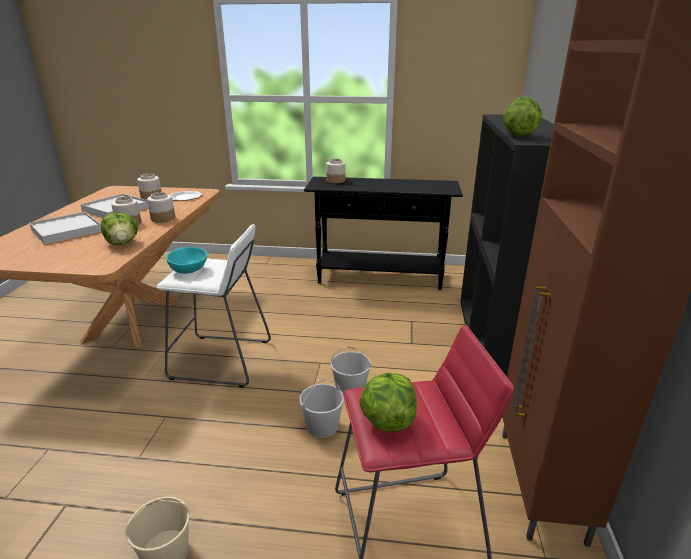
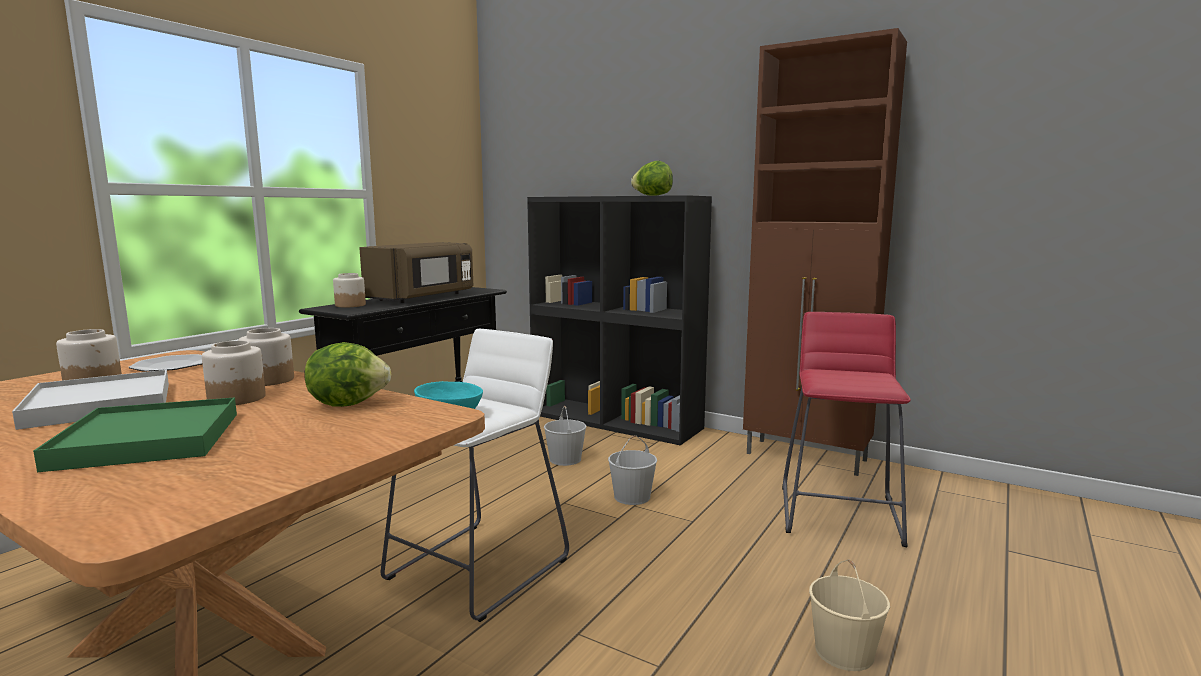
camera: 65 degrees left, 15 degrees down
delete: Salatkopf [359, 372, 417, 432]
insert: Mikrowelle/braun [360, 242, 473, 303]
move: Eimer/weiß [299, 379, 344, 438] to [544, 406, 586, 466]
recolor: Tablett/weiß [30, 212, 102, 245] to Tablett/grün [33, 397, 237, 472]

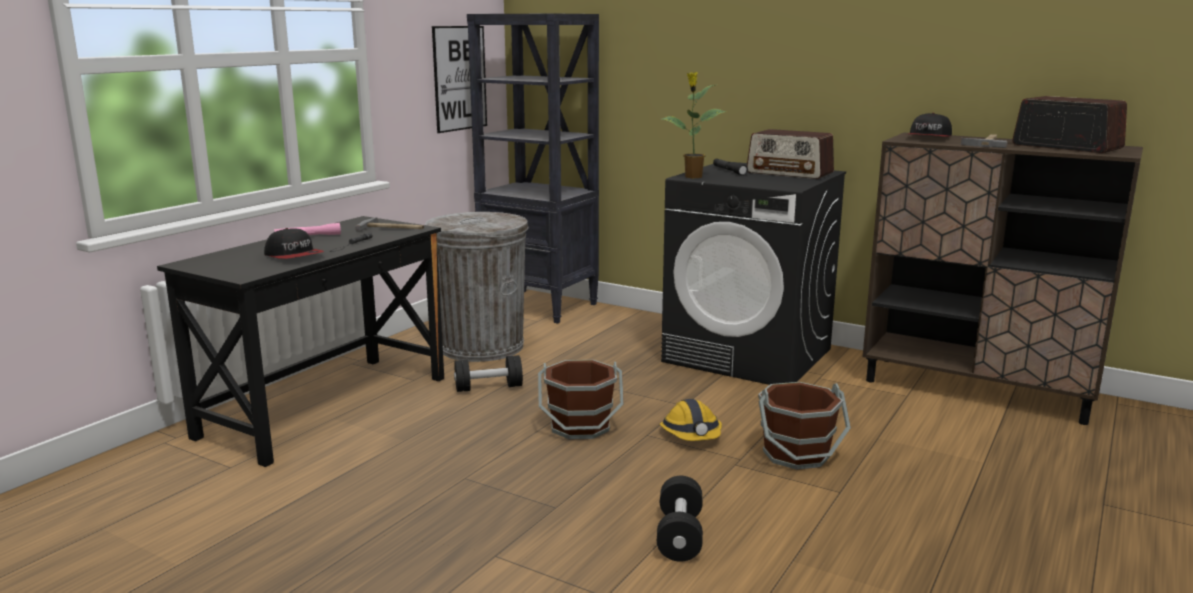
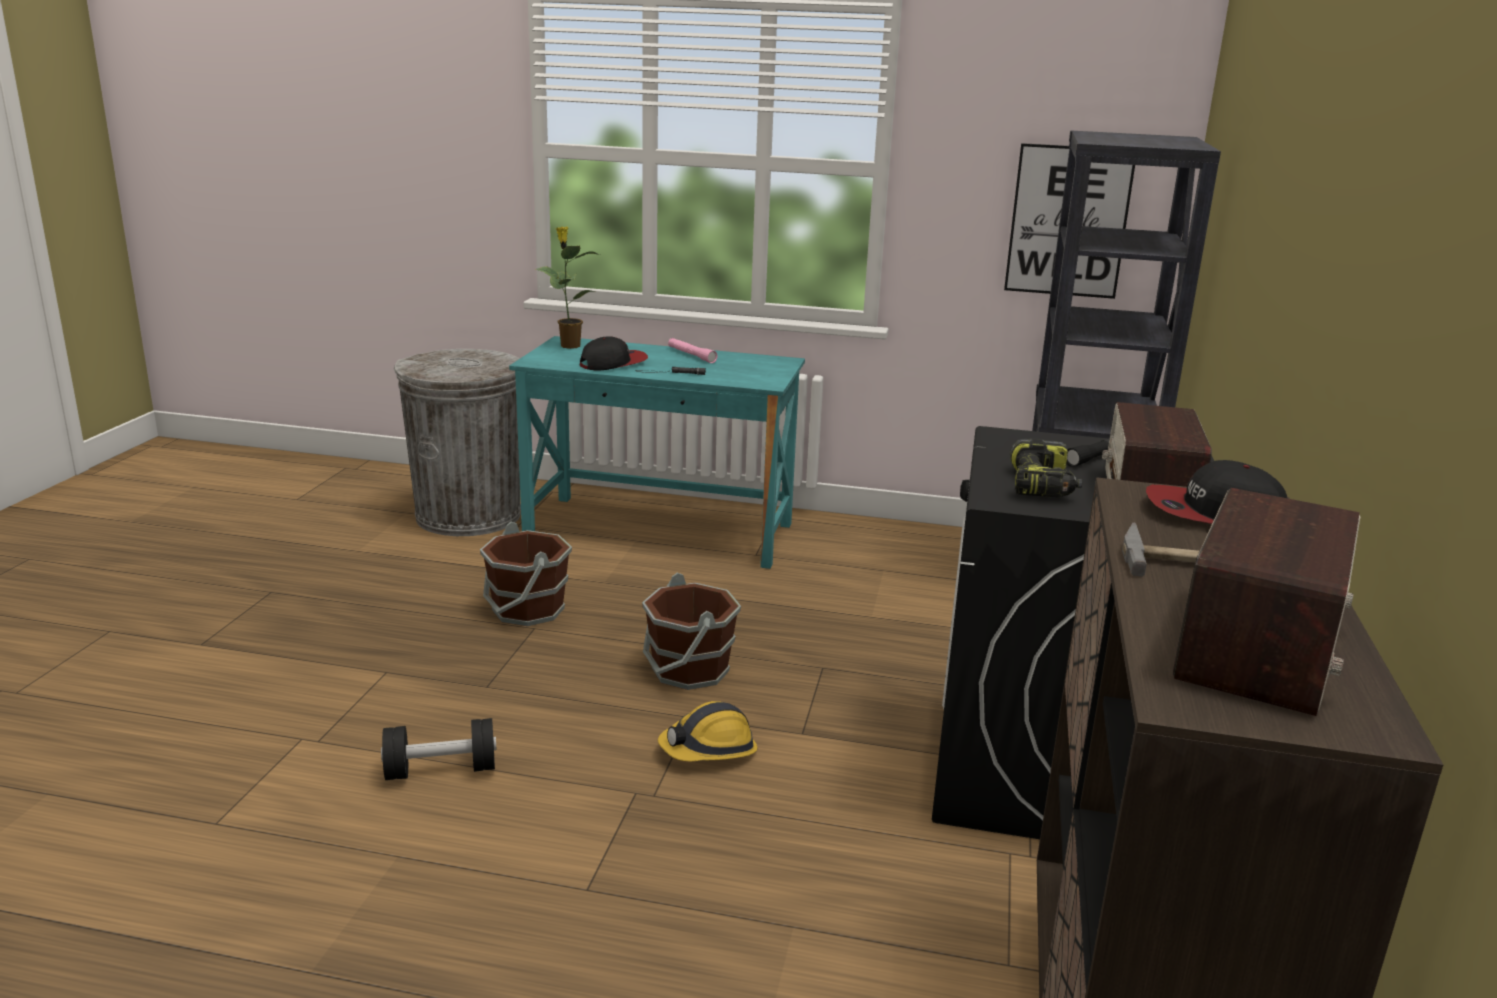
camera: 70 degrees right, 5 degrees up
delete: Hammer [355, 217, 424, 232]; Hantel/schwarz [454, 355, 523, 392]
insert: Bohrmaschine [1010, 438, 1082, 498]
move: Mülleimer/grau [425, 212, 529, 362] to [394, 349, 521, 536]; Topfpflanze [662, 72, 726, 178] to [536, 227, 600, 349]; Eimer/braun [758, 382, 851, 470] to [480, 522, 572, 626]
recolor: Schreibtisch/schwarz [157, 216, 444, 467] to Schreibtisch/türkis [509, 336, 805, 569]
rotate: Kappe [264, 228, 324, 259] = [580, 336, 648, 370] 150 degrees counterclockwise

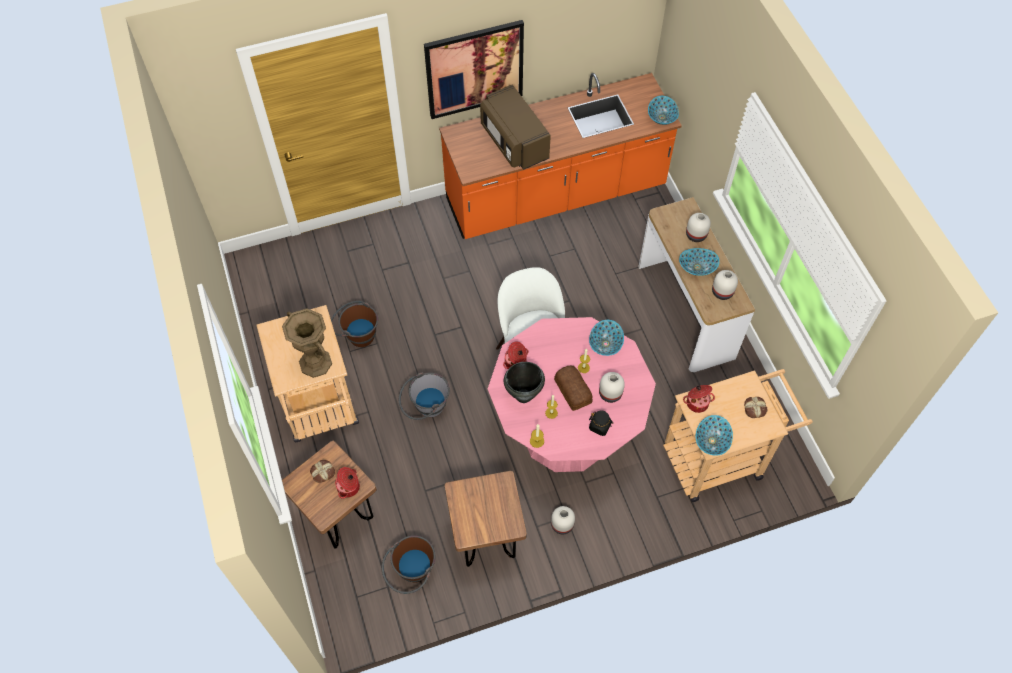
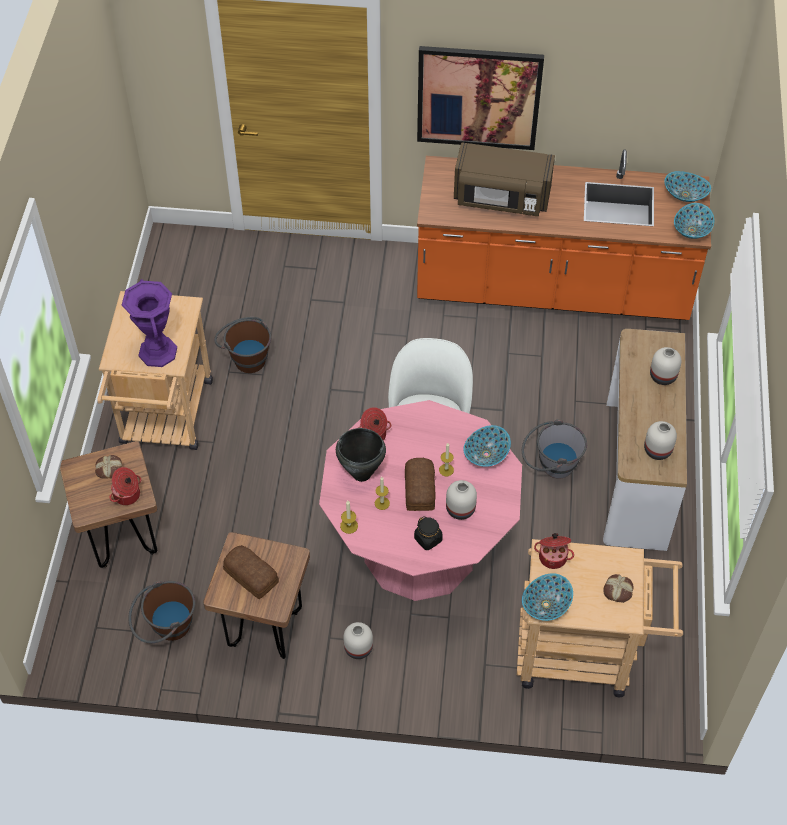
camera: 25 degrees right, 5 degrees down
insert: Brot [223, 545, 279, 599]
move: Eimer/grau [399, 373, 450, 420] to [522, 419, 587, 479]; Schüssel [679, 248, 720, 276] to [664, 171, 711, 202]
recolor: Vase/braun [282, 308, 332, 378] to Vase/lila [122, 279, 177, 367]
rotate: Mikrowelle/braun [480, 84, 551, 170] = [454, 142, 555, 216] 75 degrees counterclockwise

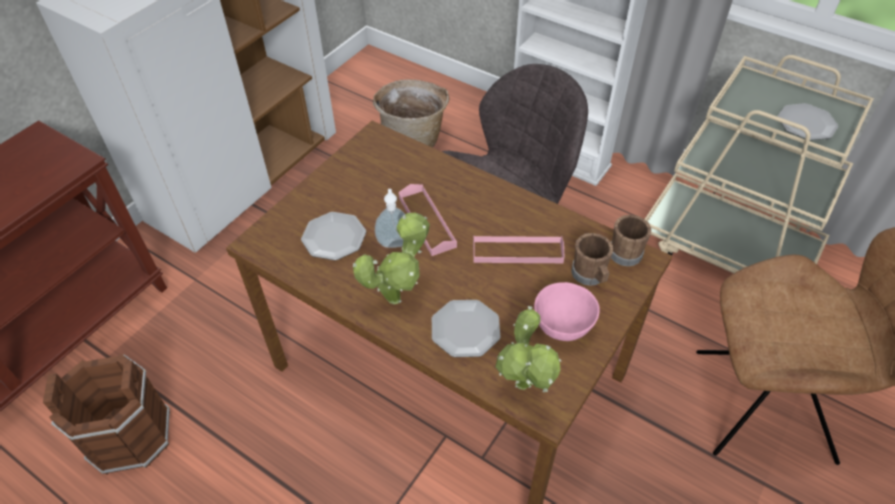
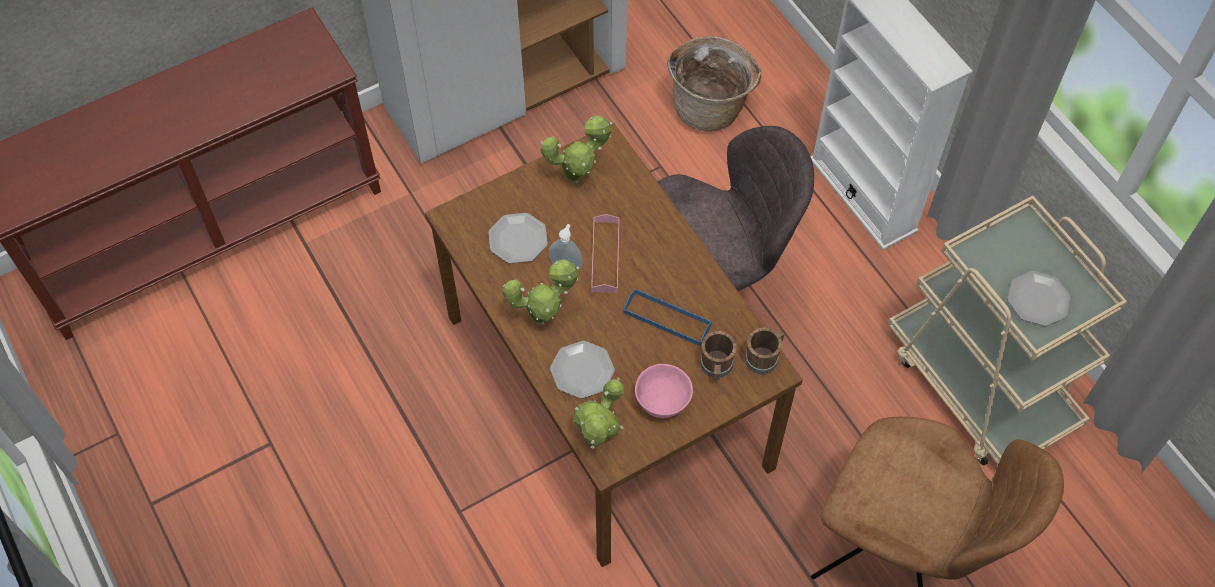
camera: 25 degrees right, 10 degrees up
delete: Eimer/braun [43, 354, 170, 475]
insert: Topfpflanze [541, 115, 613, 183]
recolor: Tablett/rosa [473, 236, 564, 263] to Tablett/blau [624, 288, 712, 346]

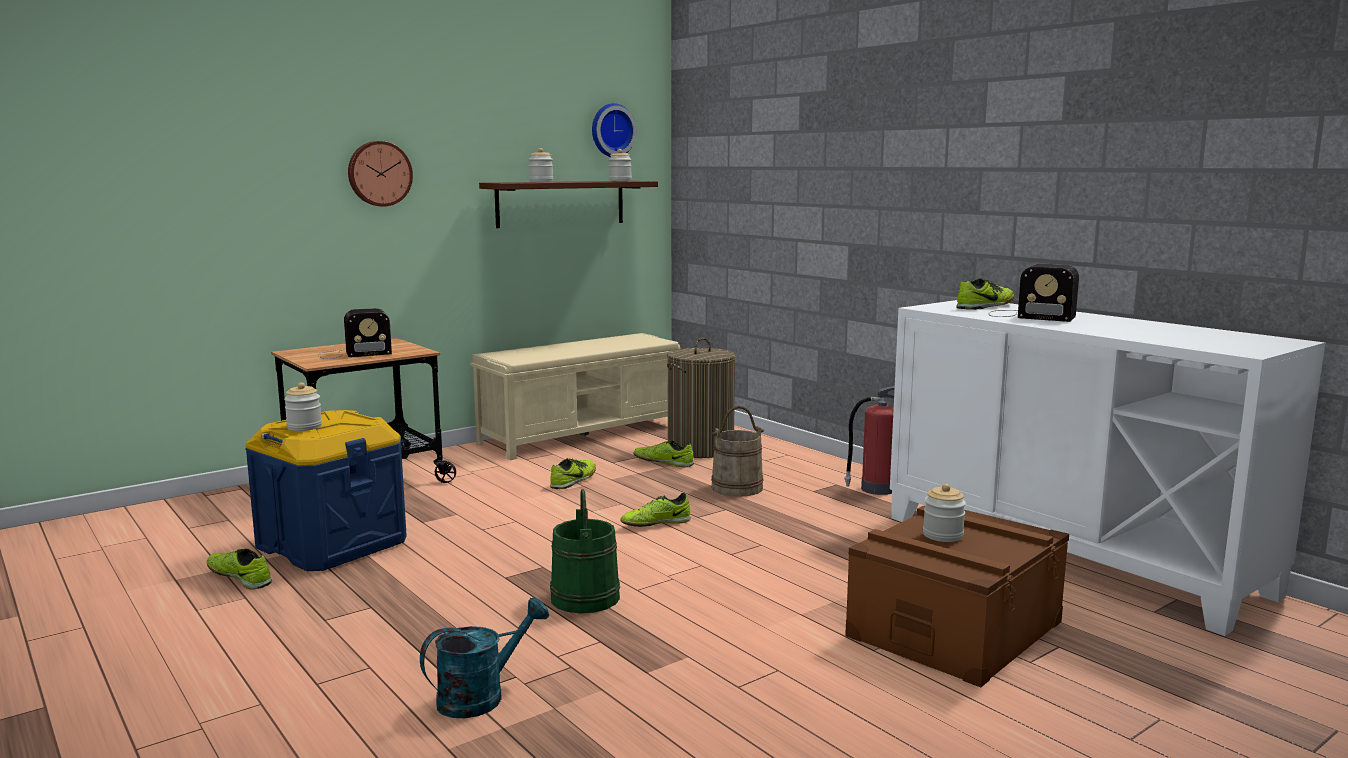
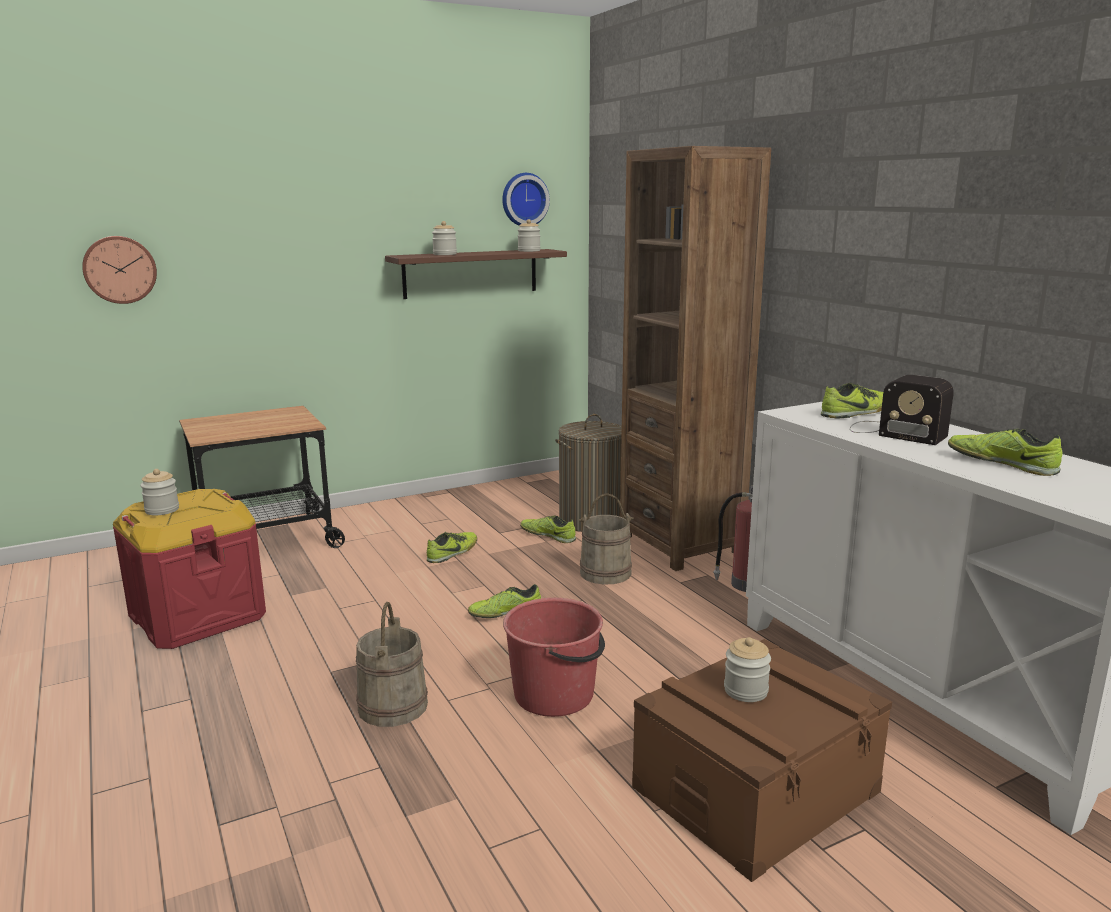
camera: 10 degrees right, 5 degrees up
delete: Radio [318, 308, 392, 359]; Gießkanne/türkis [420, 597, 549, 718]; Bank/beige [470, 333, 680, 460]
insert: Eimer/rot [503, 598, 605, 717]; Bücherregal/braun [620, 146, 771, 571]
move: Schuh [207, 549, 272, 589] to [948, 429, 1063, 476]; Wanduhr [348, 141, 413, 207] to [82, 236, 157, 304]
recolor: Aufbewahrungsbox/blau [245, 410, 407, 571] to Aufbewahrungsbox/rot [113, 489, 266, 649]; Eimer/grün [550, 489, 620, 613] to Eimer/beige [356, 602, 428, 727]

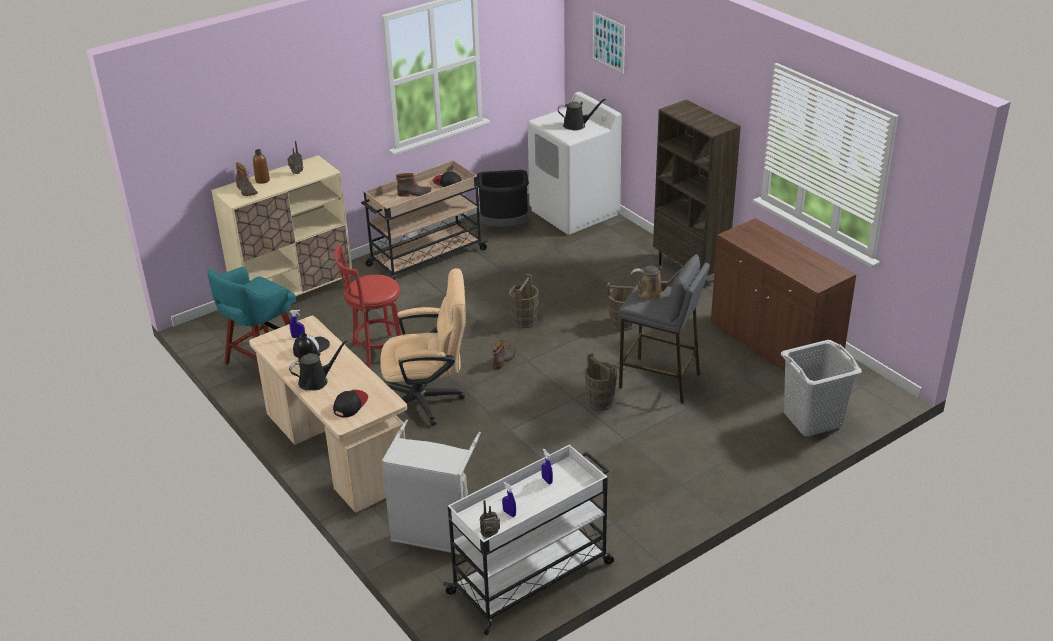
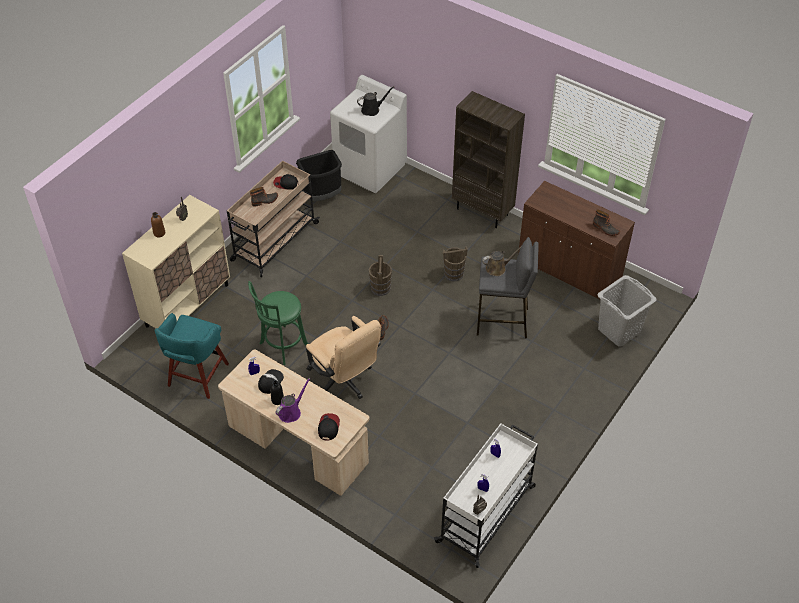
camera: 20 degrees left, 15 degrees up
delete: Wäschekorb/grau [381, 420, 481, 555]; Eimer/braun [585, 353, 617, 411]; Bild [592, 12, 625, 74]
move: Stiefel [236, 162, 258, 196] to [593, 209, 620, 236]
recolor: Gießkanne/schwarz [289, 340, 348, 391] to Gießkanne/lila [275, 378, 310, 423]; Hocker/rot [334, 244, 402, 368] to Hocker/grün [248, 281, 308, 365]
rotate: Bürostuhl/beige [380, 268, 466, 426] = [306, 316, 381, 399] 75 degrees clockwise

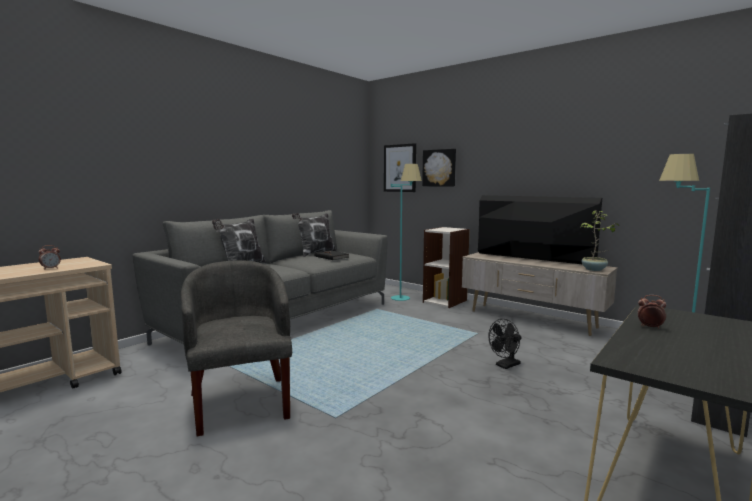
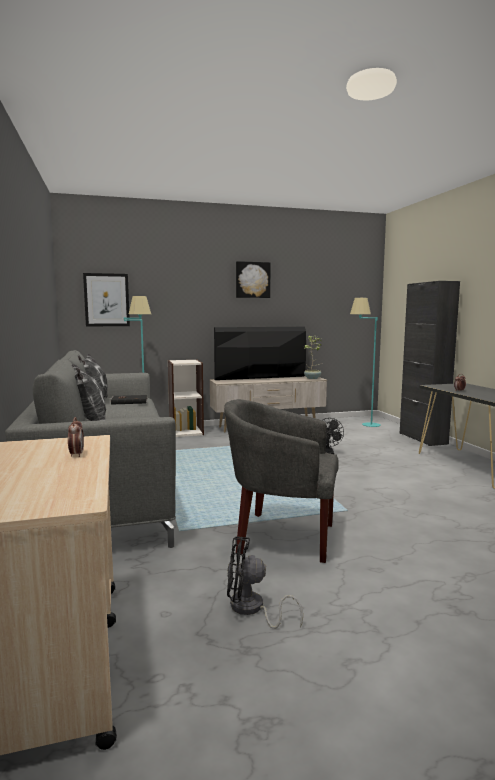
camera: 55 degrees left, 0 degrees up
insert: Ventilator/schwarz [227, 536, 303, 629]
move: Bild [422, 149, 456, 187] to [236, 261, 271, 298]

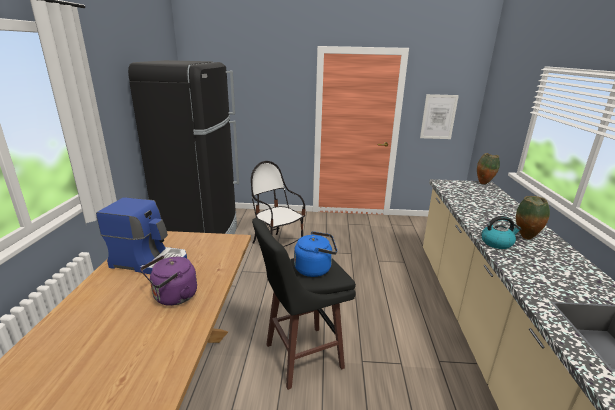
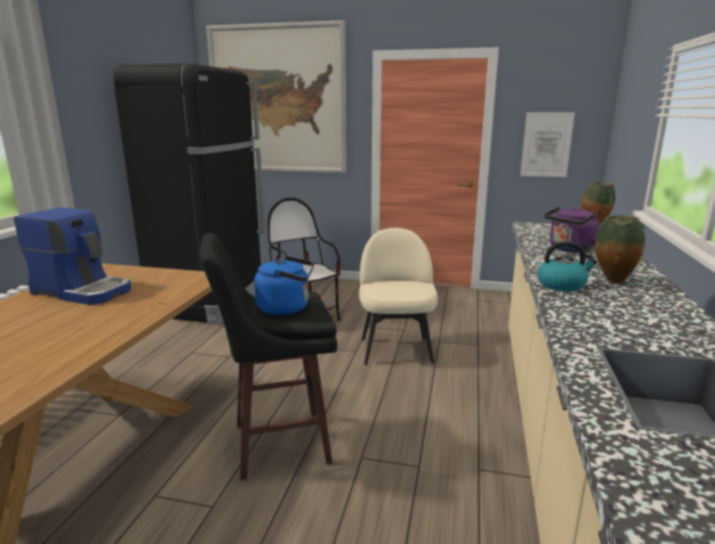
camera: 10 degrees right, 5 degrees down
insert: Bild [206, 20, 347, 173]; Stuhl/beige [359, 228, 438, 365]
move: Wasserkessel/lila [140, 255, 197, 306] to [544, 206, 600, 253]

